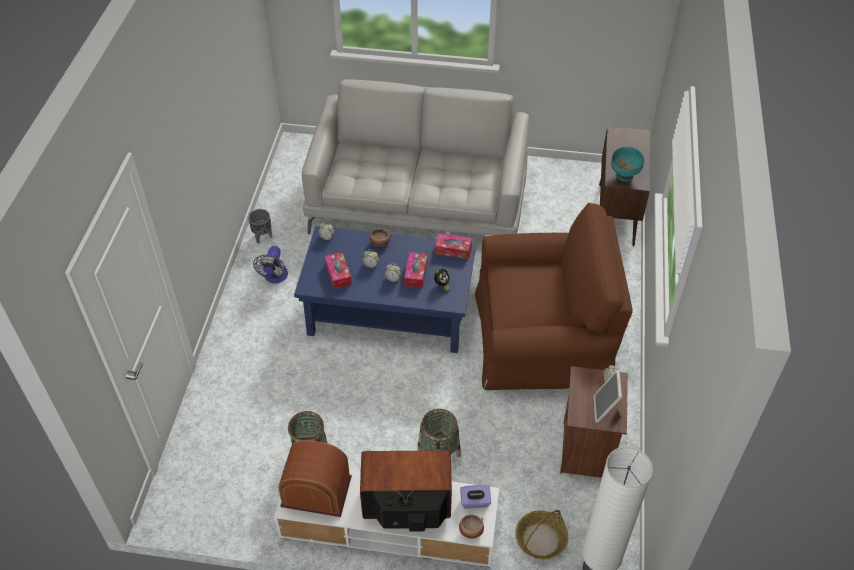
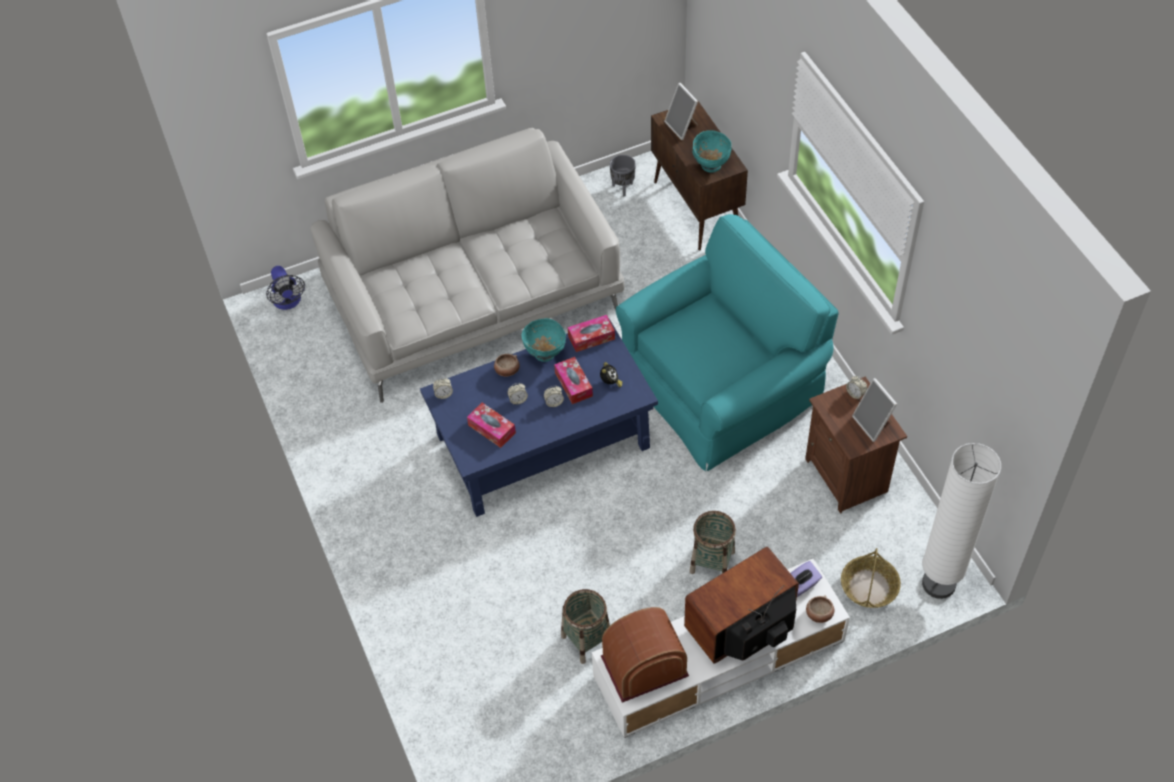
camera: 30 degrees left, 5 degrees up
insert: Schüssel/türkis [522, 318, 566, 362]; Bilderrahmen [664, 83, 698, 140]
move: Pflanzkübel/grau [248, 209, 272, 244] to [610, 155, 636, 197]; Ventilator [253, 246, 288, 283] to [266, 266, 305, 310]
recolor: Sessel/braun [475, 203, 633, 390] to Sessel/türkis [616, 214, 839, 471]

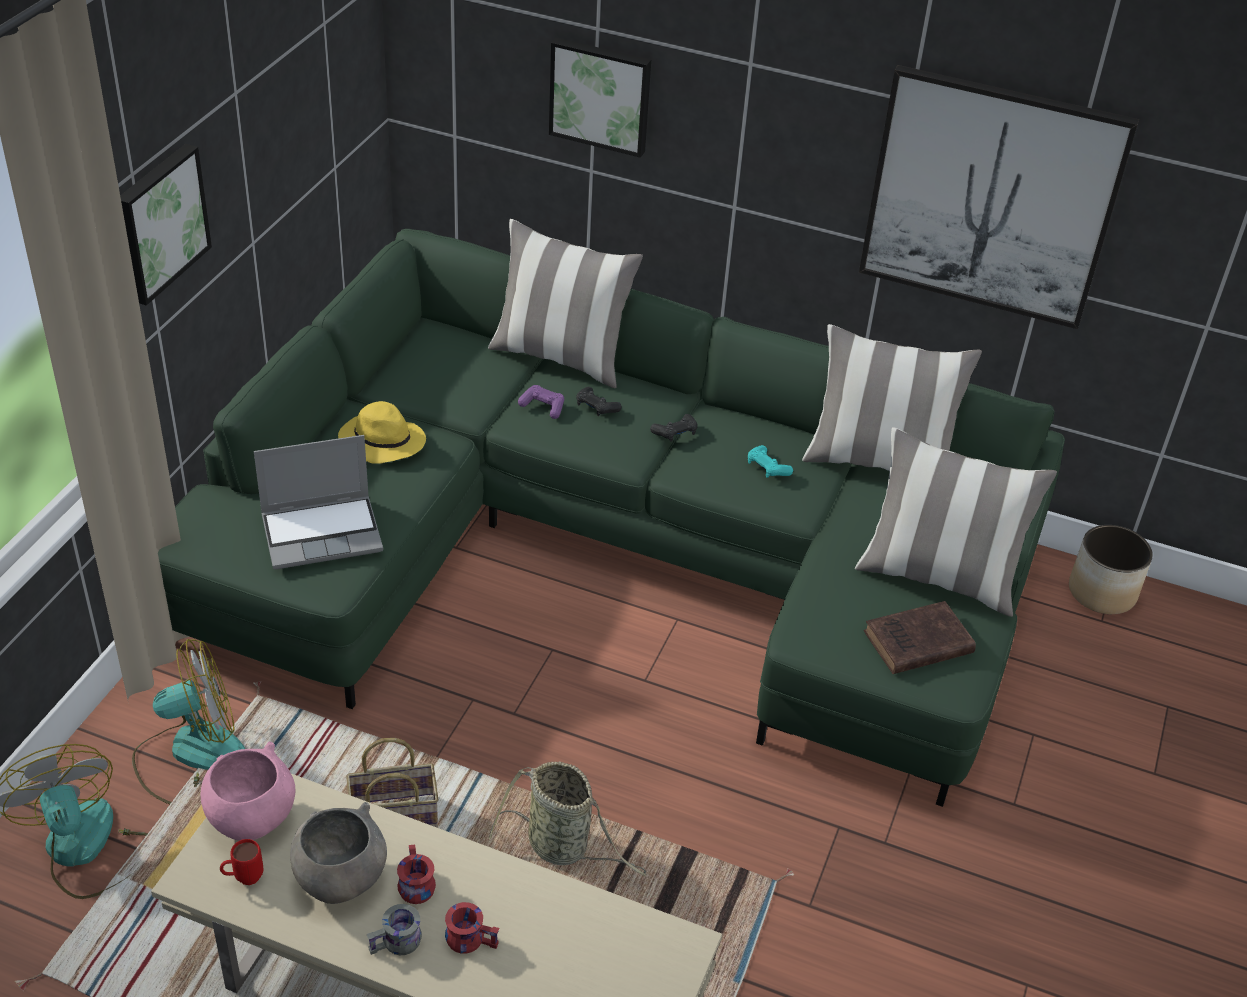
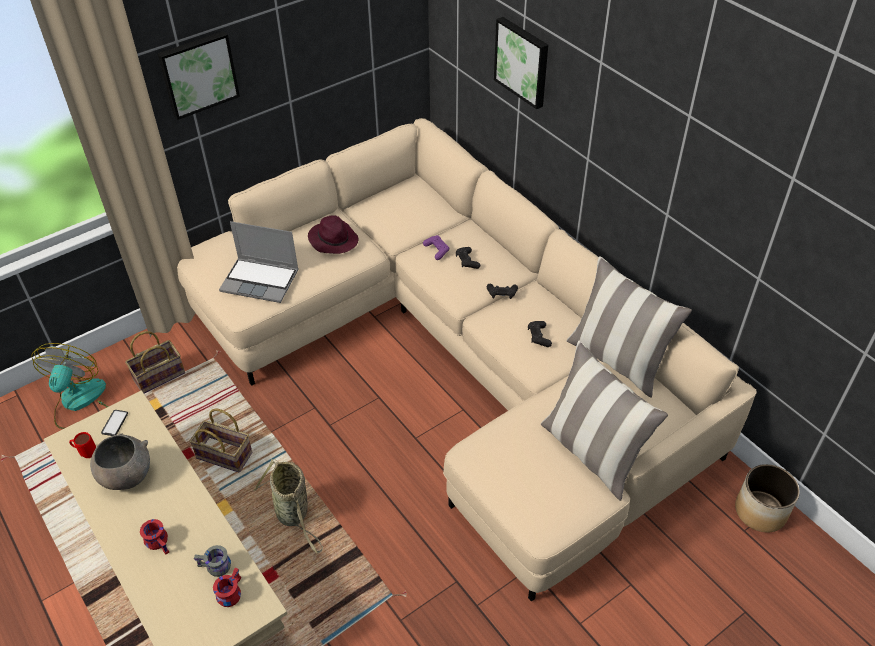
camera: 35 degrees right, 5 degrees up
delete: Kissen [488, 219, 643, 388]; Bild [859, 65, 1139, 329]; Buch/braun [864, 601, 976, 674]
move: Henkelbecher/grau [366, 904, 422, 955] to [194, 545, 231, 577]; Henkelbecher/rot [397, 845, 436, 904] to [213, 568, 241, 607]
replace: Ventilator [132, 639, 245, 804] to Korb [125, 331, 185, 393]; Schüssel/rosa [201, 741, 295, 841] to Handy [101, 410, 128, 436]
recolor: Sofa/grün [158, 229, 1065, 807] to Sofa/beige [177, 118, 757, 602]; Hut/gelb [338, 401, 426, 464] to Hut/lila [308, 215, 358, 254]; Gamepad/türkis [748, 445, 793, 478] to Gamepad/schwarz [528, 321, 552, 347]

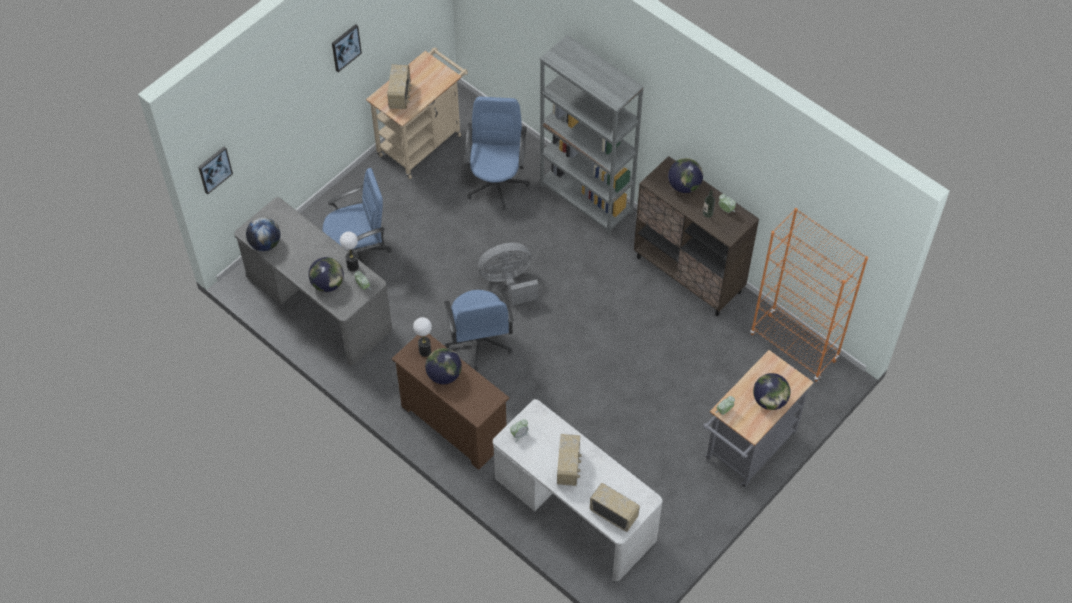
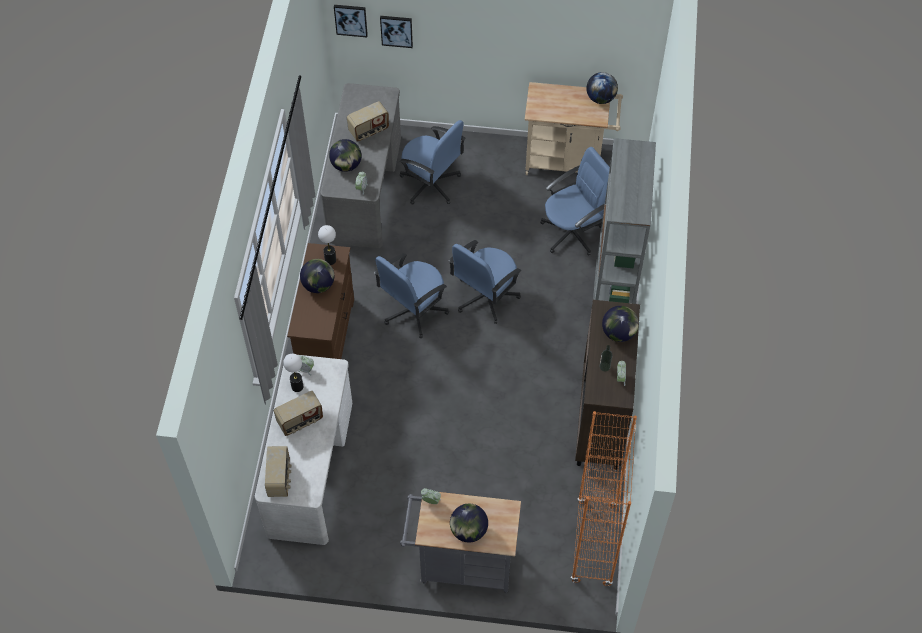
camera: 55 degrees right, 0 degrees up
move: Globus [246, 217, 281, 251] to [586, 72, 618, 104]; Bild [332, 24, 362, 72] to [380, 16, 413, 48]; Tischlampe [340, 232, 359, 271] to [283, 354, 304, 392]; Radio [387, 64, 412, 109] to [347, 101, 389, 142]
replace: Ventilator/grau [478, 243, 538, 305] to Bürostuhl/blau [449, 240, 521, 324]

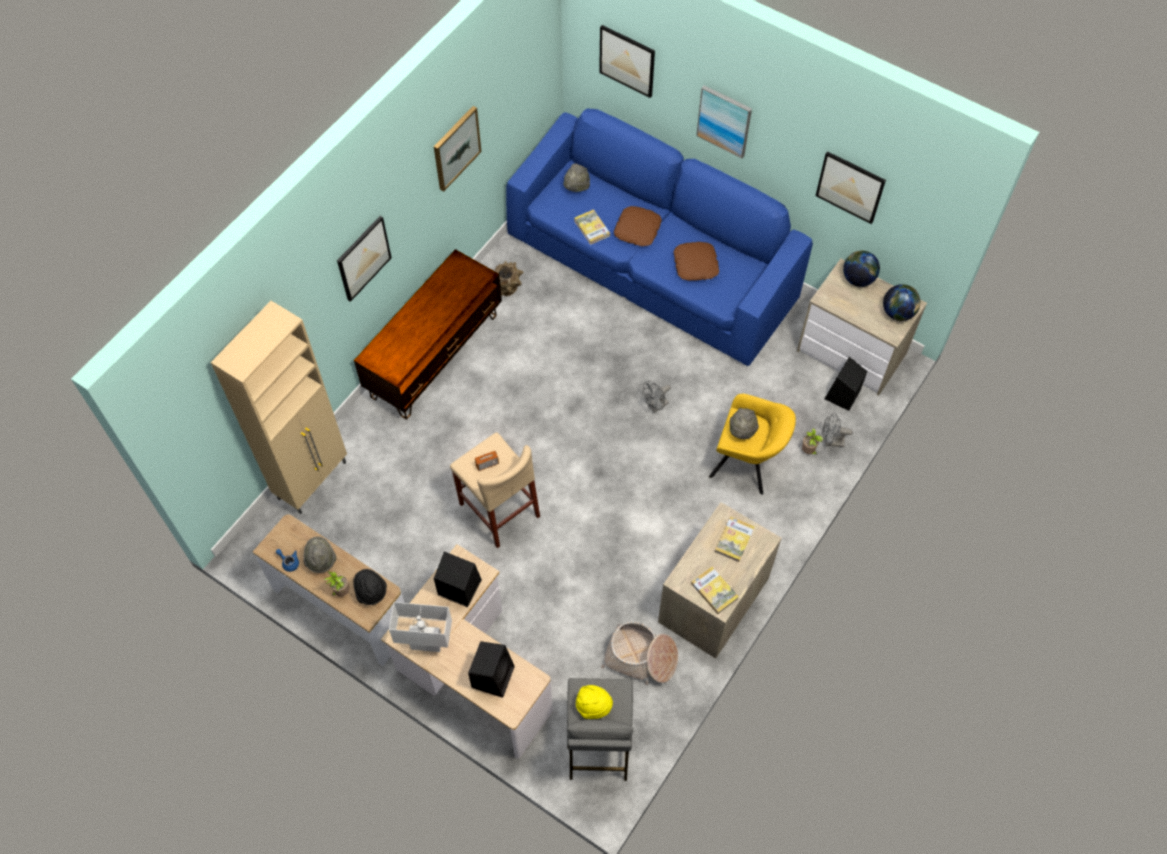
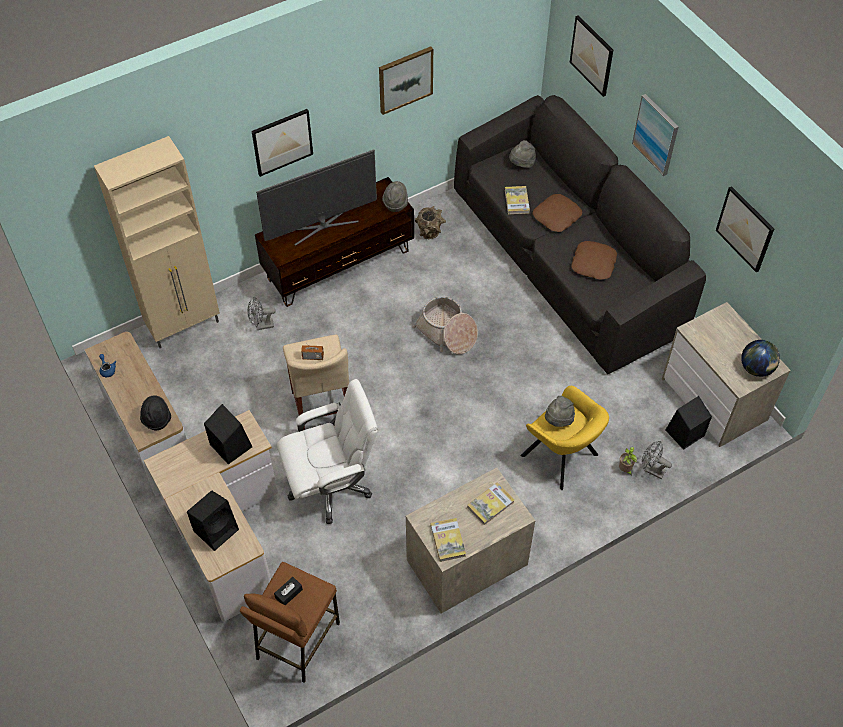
camera: 25 degrees right, 5 degrees down
delete: Topfpflanze [323, 571, 349, 596]; Tischlampe/weiß [389, 602, 452, 652]; Globus [843, 250, 880, 287]
insert: Fernseher [256, 149, 377, 246]; Bürostuhl/weiß [277, 379, 378, 524]
move: Hut/grau [303, 537, 336, 573] to [382, 181, 408, 212]; Korb [601, 622, 678, 685] to [413, 296, 478, 355]; Ventilator/grau [642, 381, 671, 413] to [248, 297, 276, 330]
replace: Hut/gelb [576, 685, 613, 719] to Taschentuchbox/schwarz [274, 577, 303, 605]
recolor: Sofa/blau [506, 108, 813, 366] to Sofa/schwarz [454, 95, 706, 374]; Hocker/grau [567, 678, 633, 781] to Hocker/braun [240, 562, 340, 683]

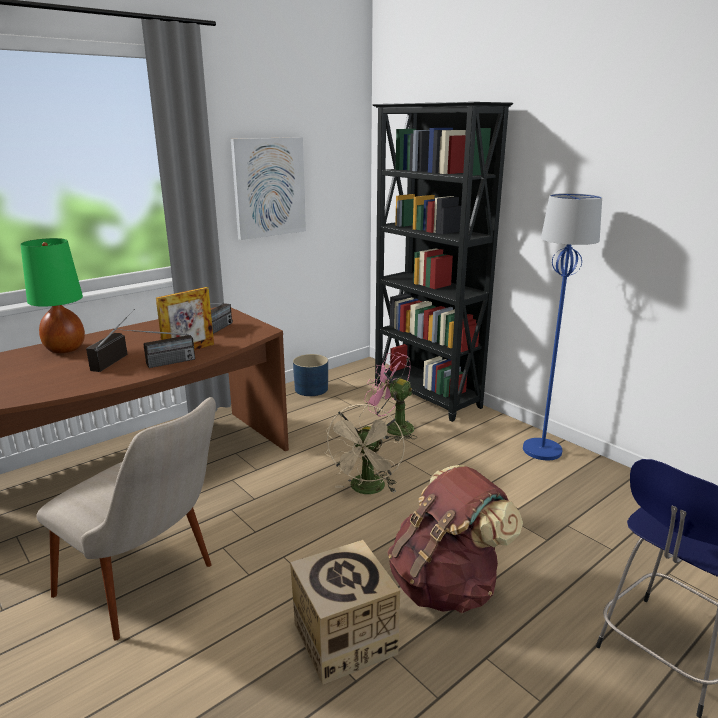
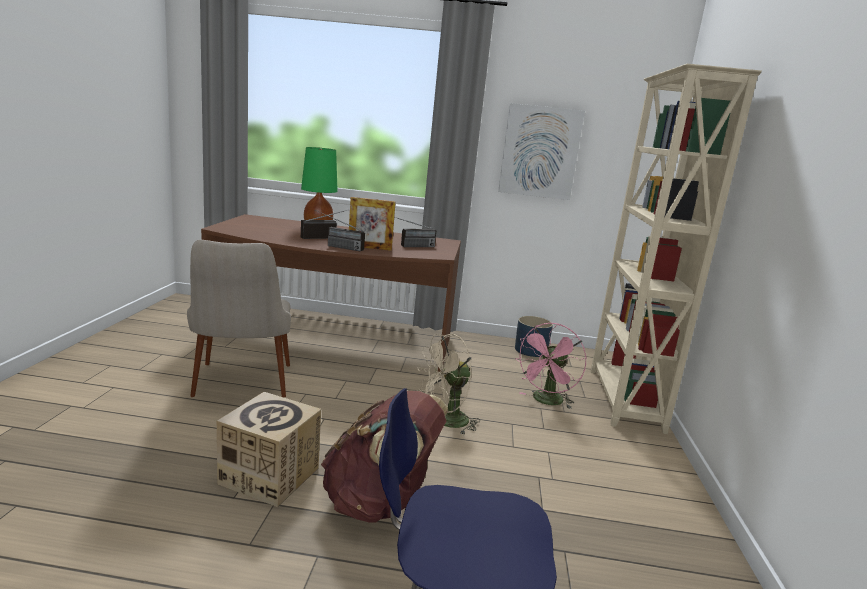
camera: 45 degrees right, 5 degrees down
delete: Stehlampe/blau [523, 193, 602, 460]
recolor: Bücherregal/schwarz [372, 102, 513, 422] to Bücherregal/beige [590, 64, 762, 434]
rotate: Ventilator/rosa [364, 352, 417, 441] = [515, 323, 586, 409] 135 degrees counterclockwise

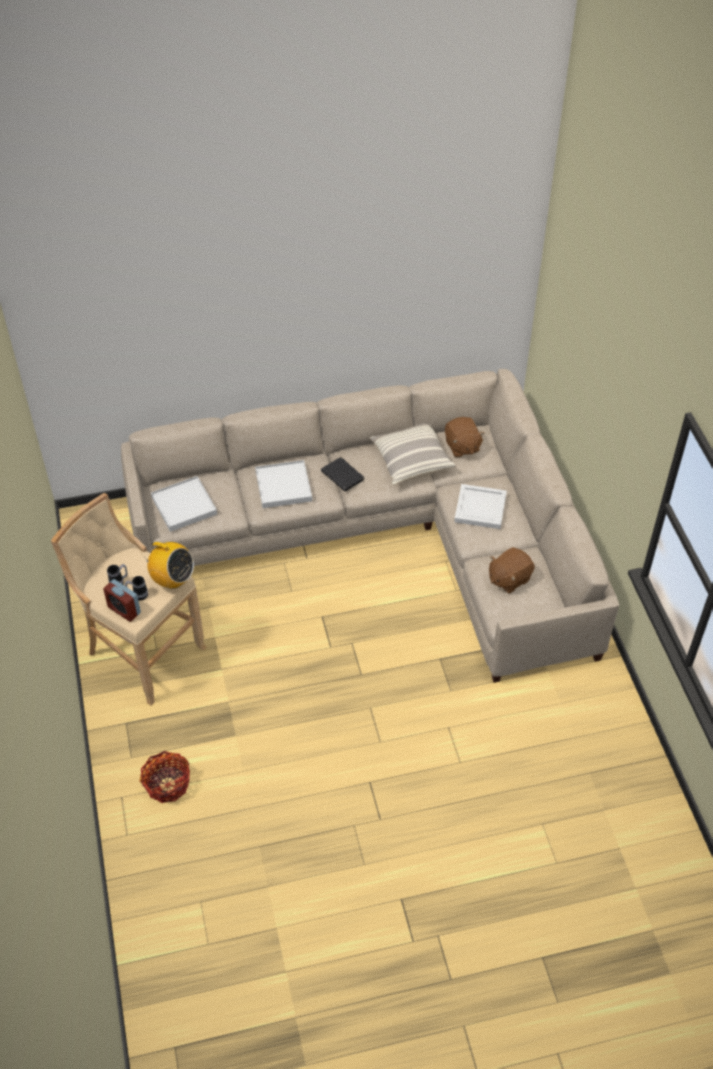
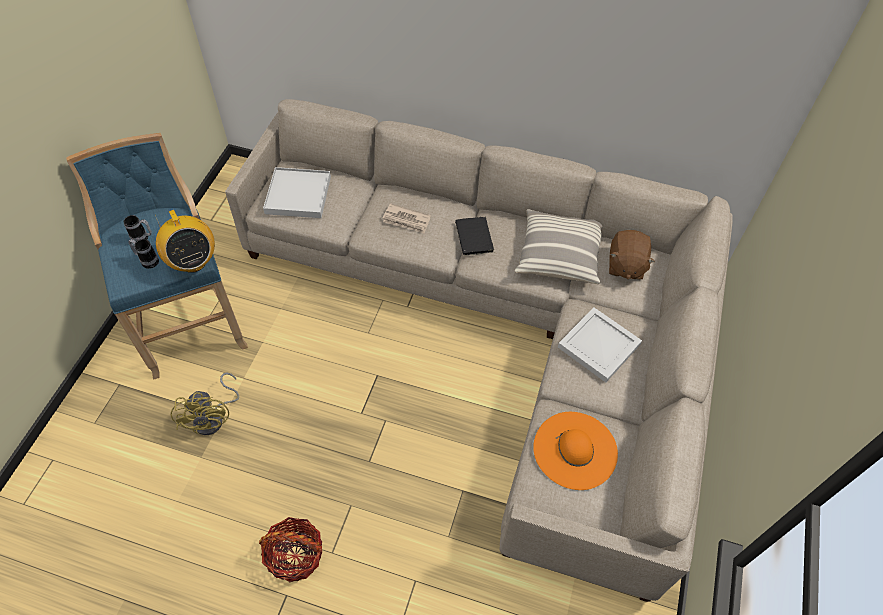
camera: 30 degrees right, 5 degrees up
delete: Wecker [103, 579, 141, 622]
insert: Ventilator/gelb [170, 373, 239, 435]
move: Korb [139, 751, 190, 803] to [259, 517, 322, 582]
replace: Tablett/weiß [255, 460, 312, 508] to Zeitung [383, 203, 431, 234]; Plüschtier/braun [489, 547, 535, 594] to Hut/orange [533, 412, 618, 490]
recolor: Hocker/beige [51, 493, 206, 705] to Hocker/blau [66, 133, 248, 380]

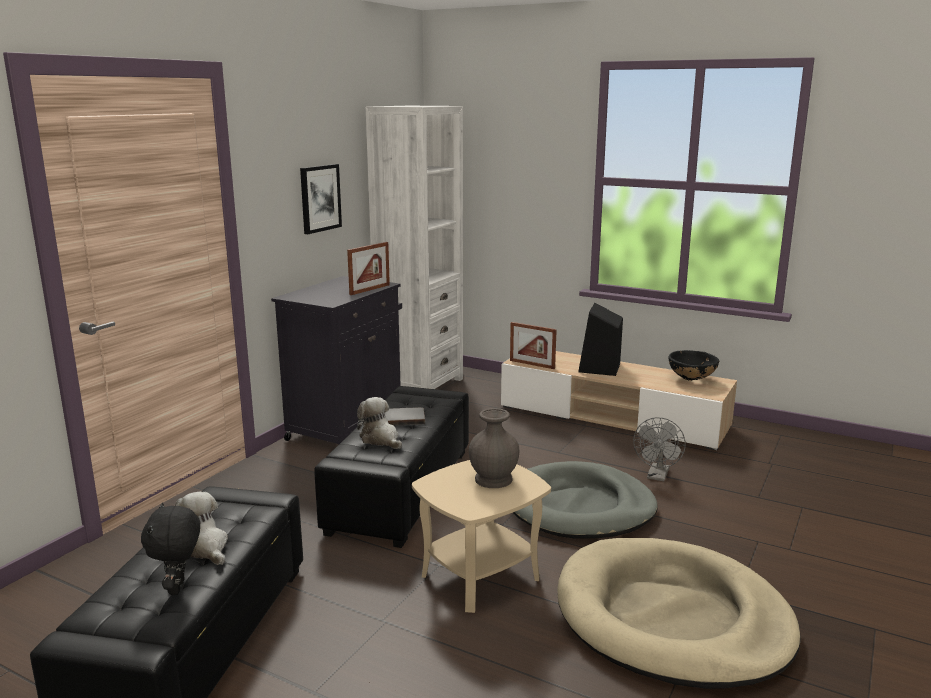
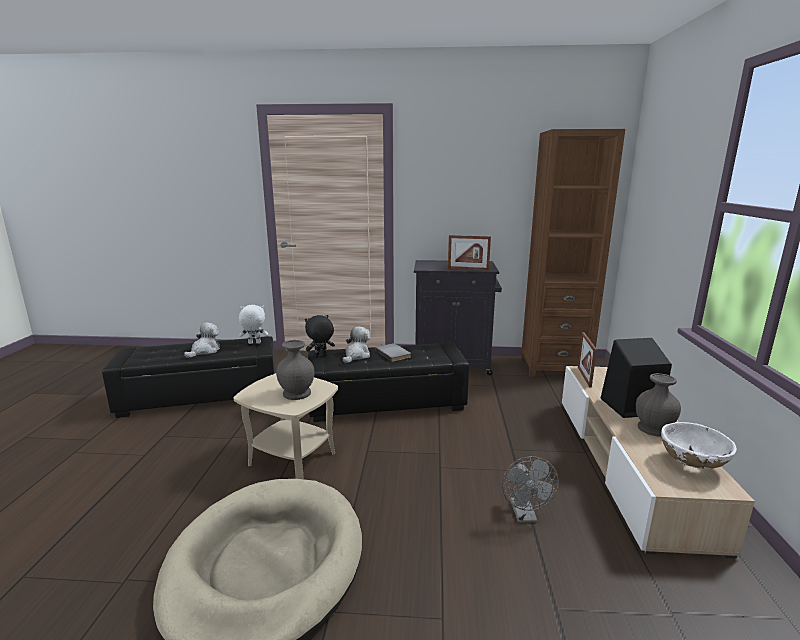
camera: 65 degrees right, 0 degrees up
delete: Bild [300, 164, 342, 234]; Hundebett/grau [513, 461, 658, 539]
insert: Plüschtier/weiß [239, 305, 268, 344]; Vase/grau [636, 373, 681, 437]
move: Plüschtier/schwarz [141, 502, 200, 595] to [305, 315, 335, 358]
recolor: Bücherregal/weiß [365, 106, 463, 389] to Bücherregal/braun [521, 129, 625, 377]; Schüssel/schwarz [668, 350, 719, 381] to Schüssel/weiß [661, 422, 737, 469]
rotate: Ventilator/grau [633, 417, 686, 481] = [502, 456, 559, 523] 90 degrees counterclockwise

